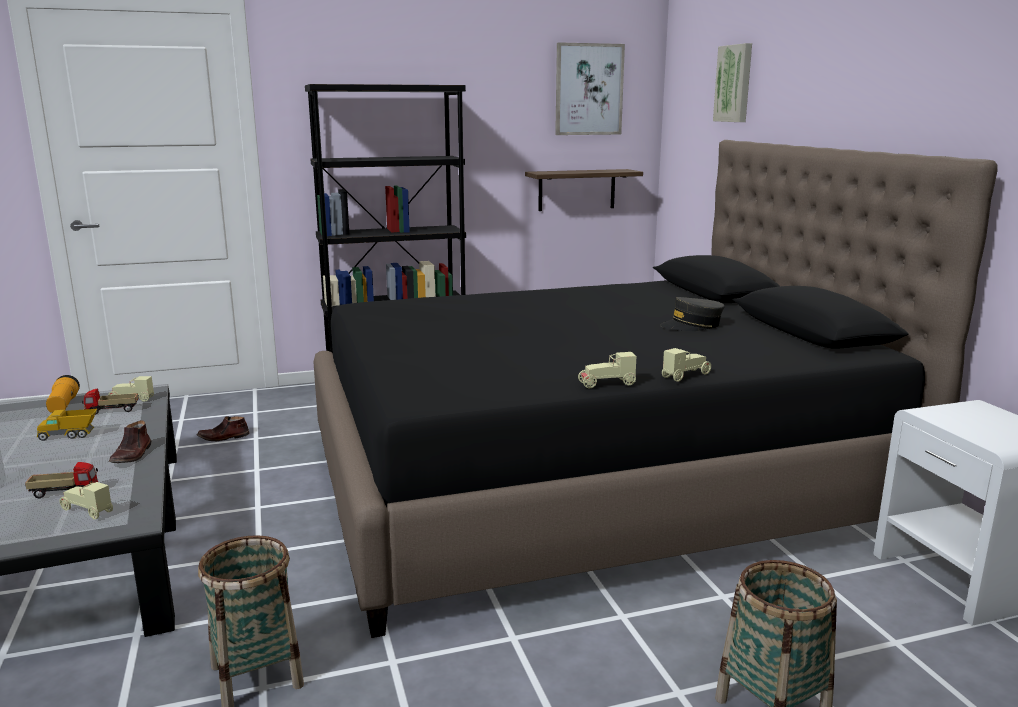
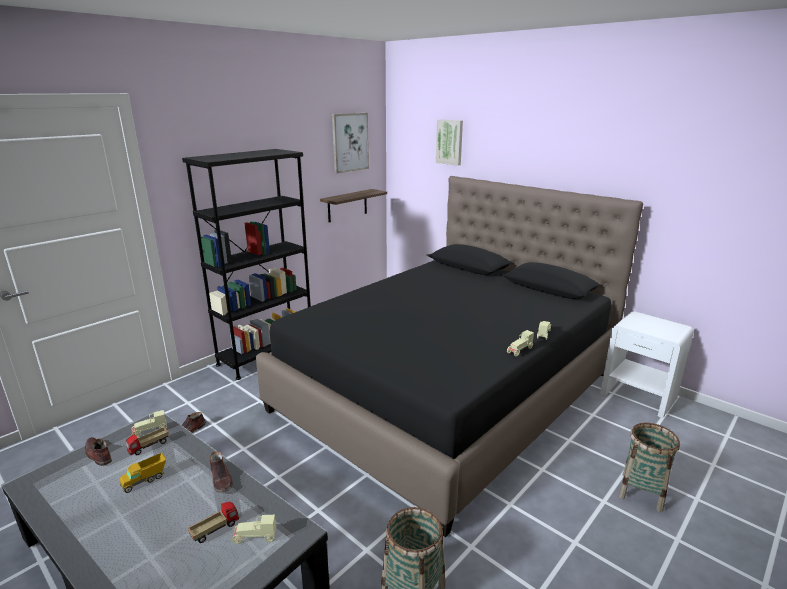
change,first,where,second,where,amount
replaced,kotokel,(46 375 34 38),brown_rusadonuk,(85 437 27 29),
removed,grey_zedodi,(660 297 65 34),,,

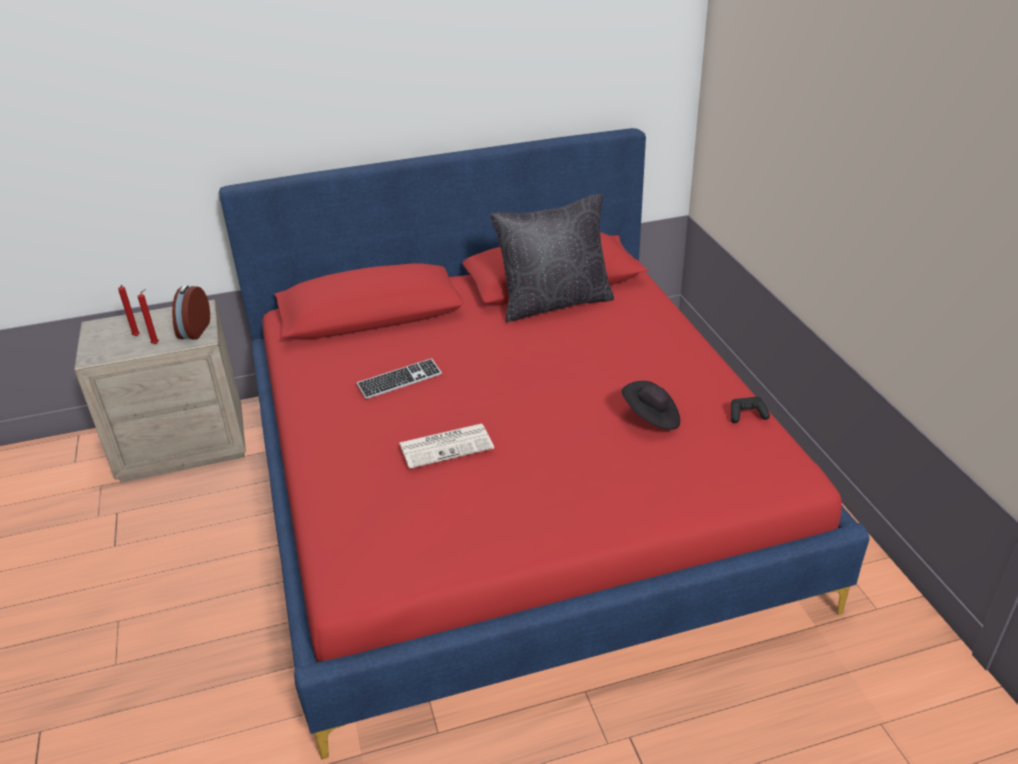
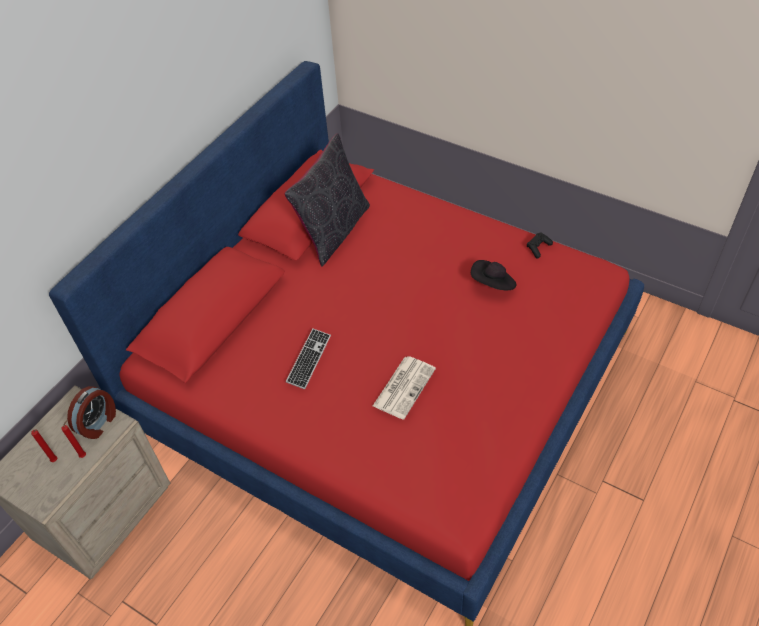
change,first,where,second,where,amount
turned,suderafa,(172 285 38 55),,(67 386 49 53),120 degrees counterclockwise

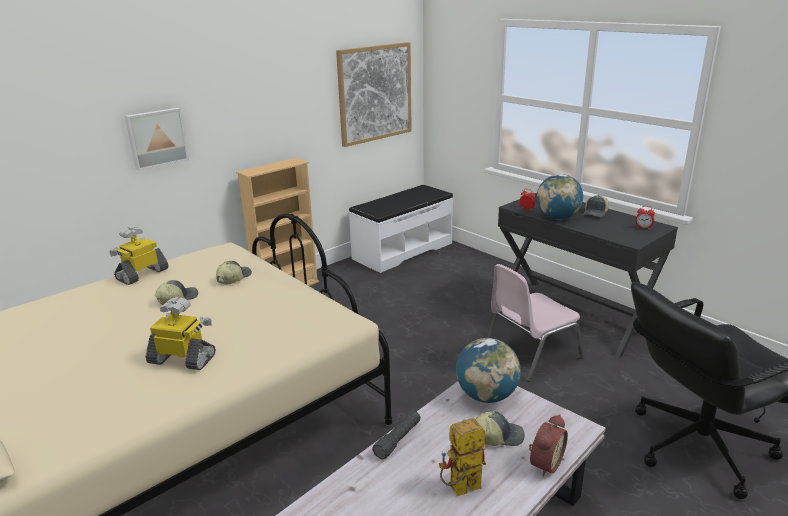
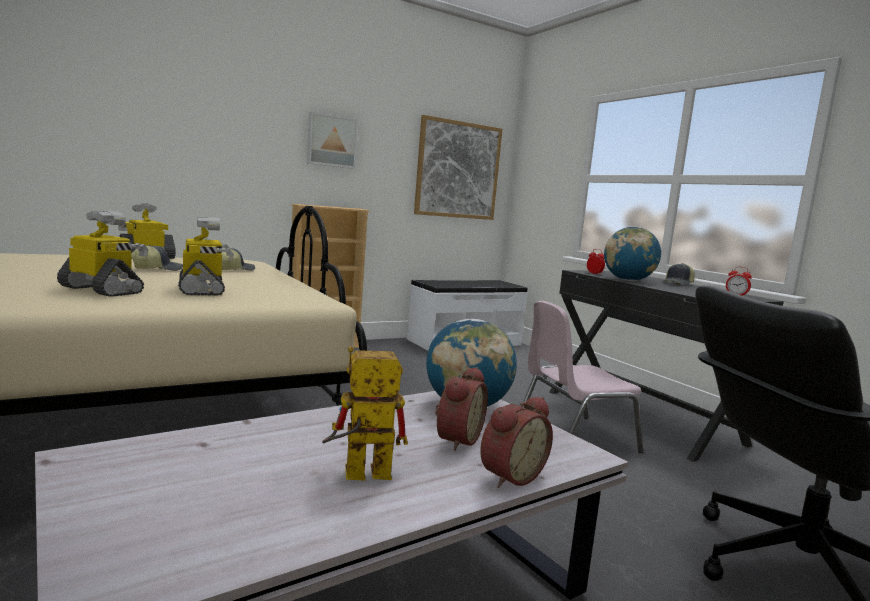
change,first,where,second,where,amount
added,,,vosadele,(178 217 56 79),
moved,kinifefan,(125 108 64 63),,(307 112 51 57),
replaced,zedodi,(475 411 50 35),suderafa,(435 367 53 84),
removed,black_kotokel,(372 411 49 49),,,

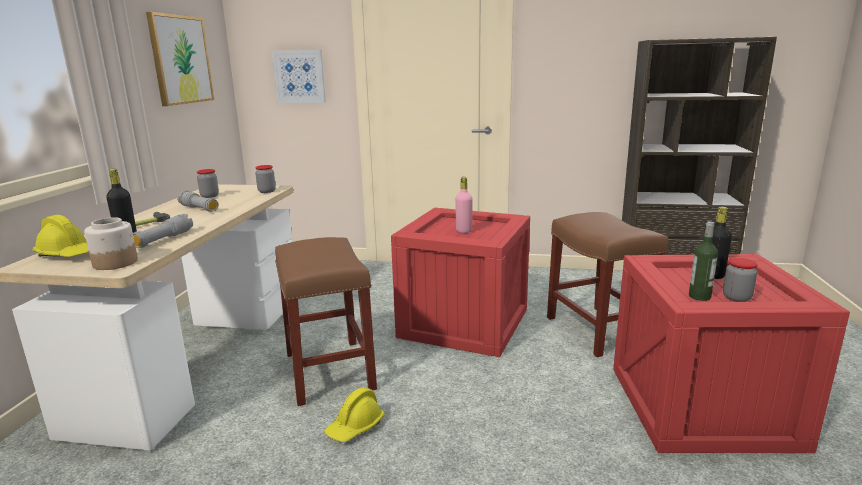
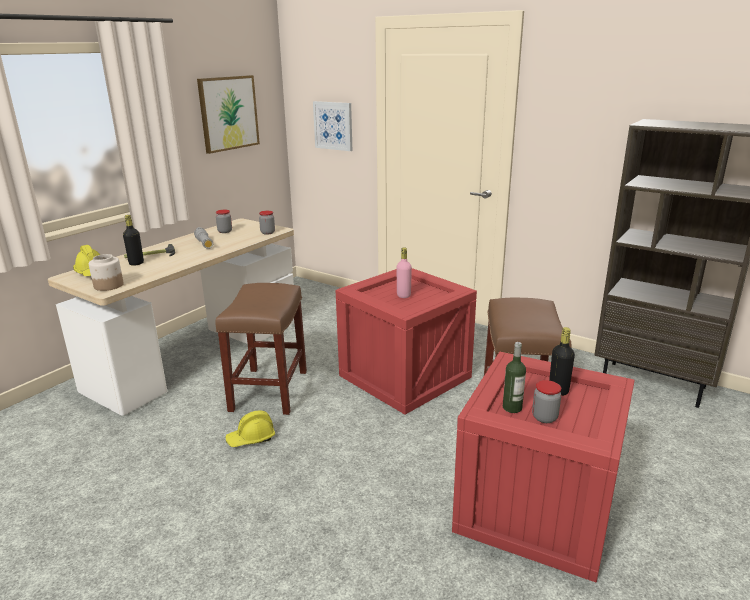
change,first,where,second,where,amount
removed,grey_kotokel,(133 214 60 34),,,

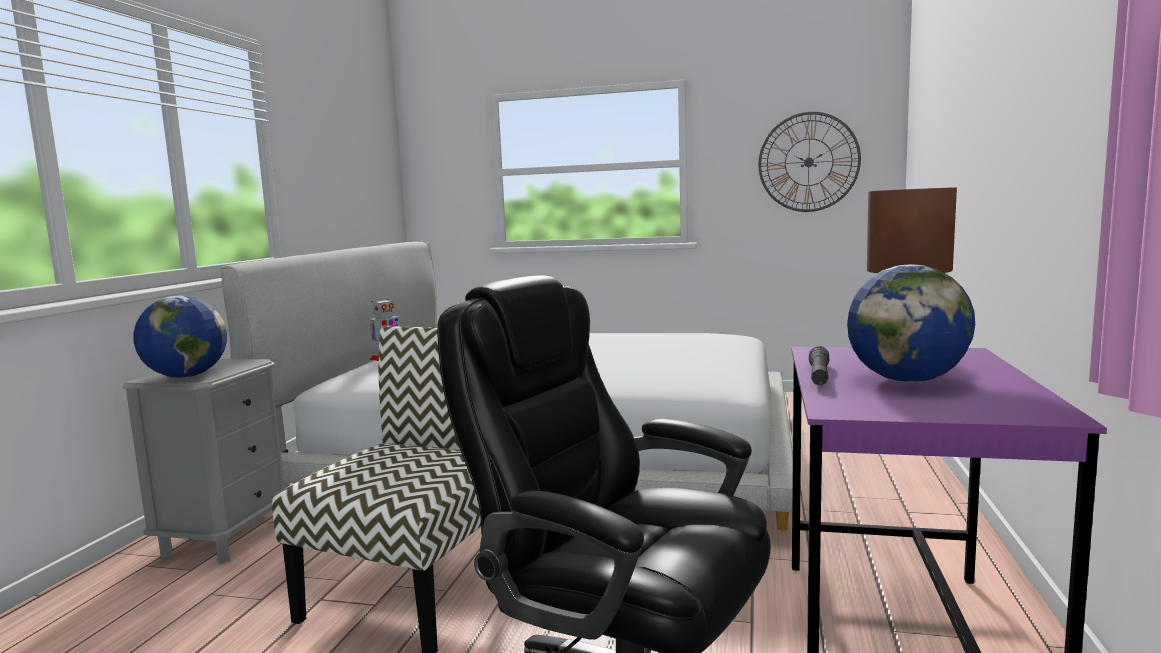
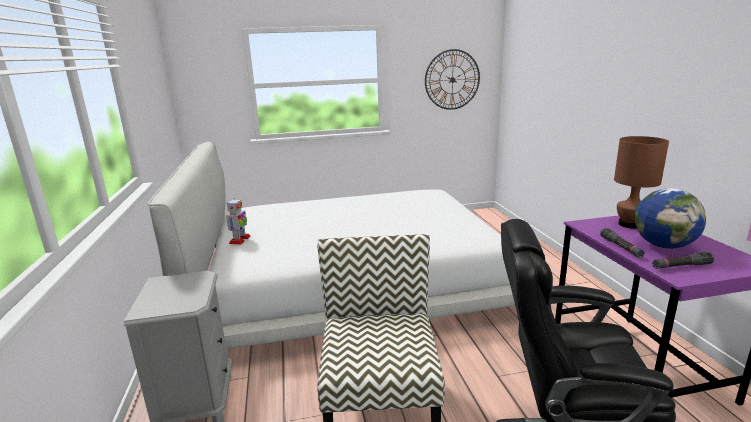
change,first,where,second,where,amount
added,,,black_kotokel,(652 252 62 17),
removed,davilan,(133 296 94 82),,,

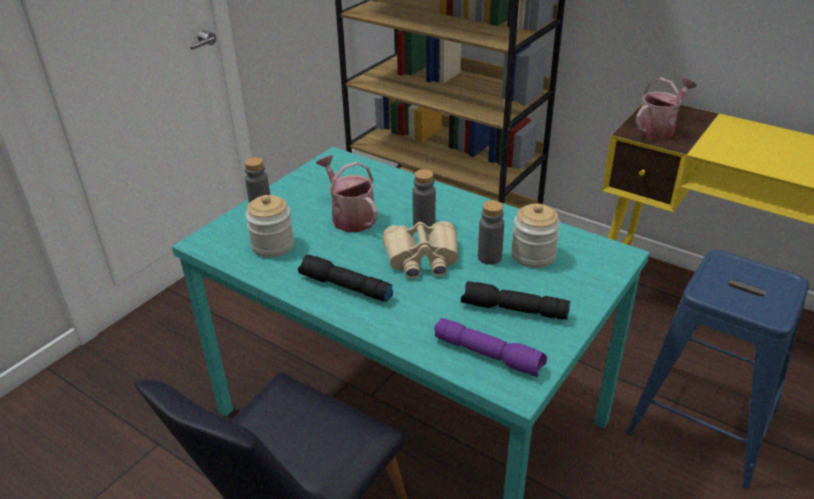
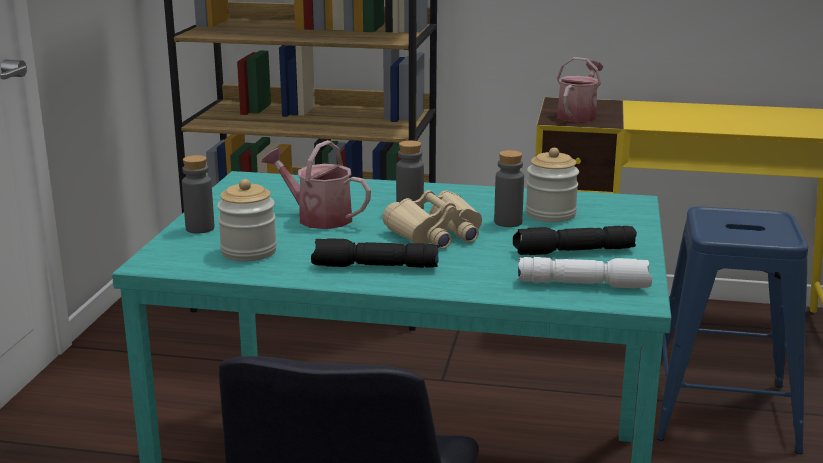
change,first,where,second,where,amount
recoloured,purple_kotokel,(434 318 113 59),white_kotokel,(518 257 134 31),

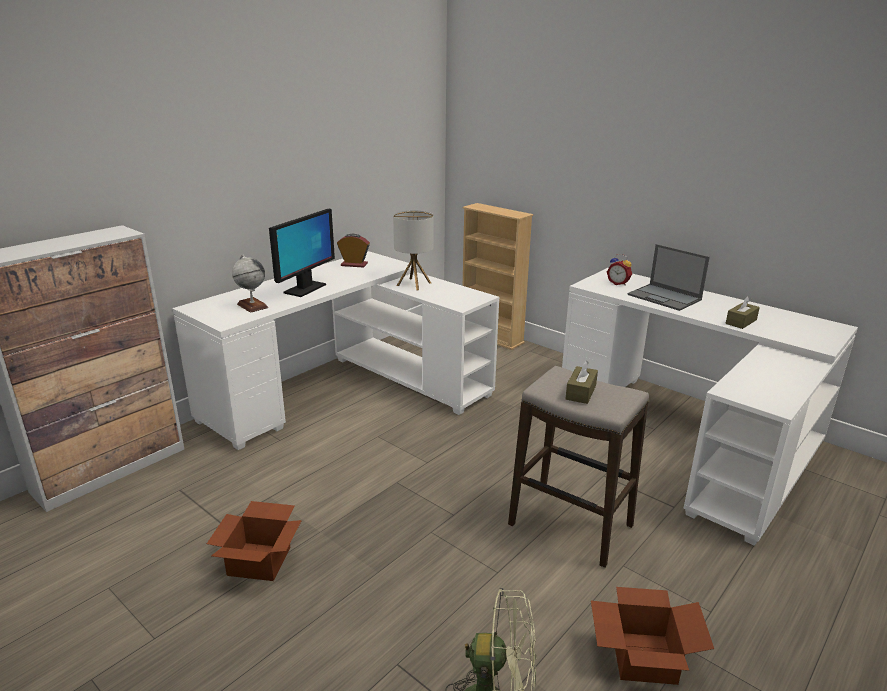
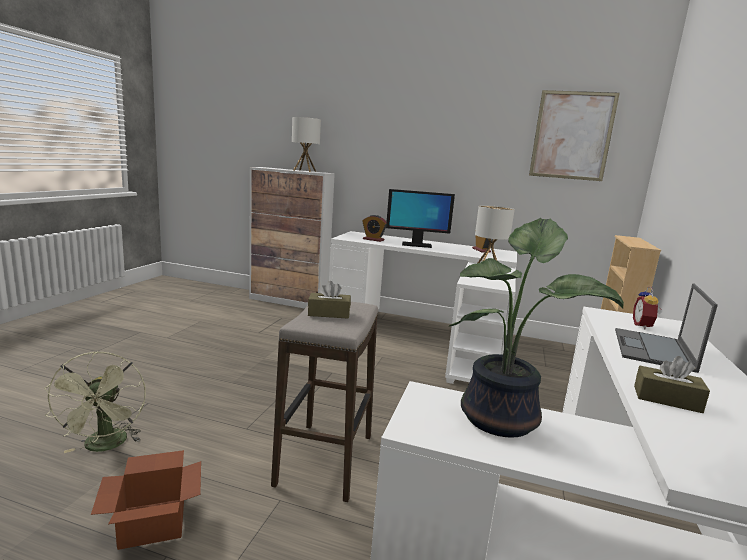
change,first,where,second,where,amount
added,,,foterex,(292 117 29 55),
replaced,davilan,(232 255 37 58),suderafa,(362 215 24 27),
added,,,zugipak,(449 218 175 220),
added,,,kinifefan,(529 90 91 91),
removed,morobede,(207 501 95 80),,,

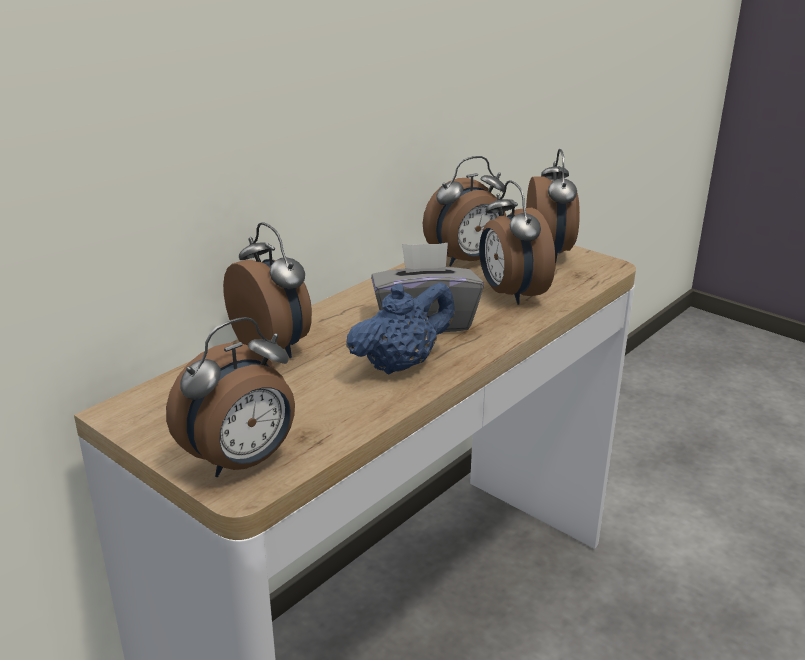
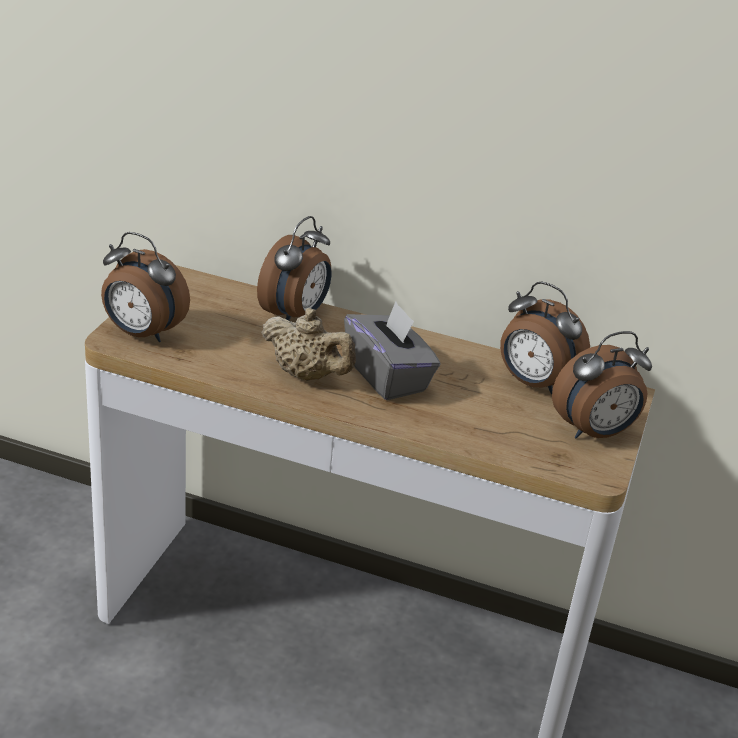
change,first,where,second,where,amount
recoloured,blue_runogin,(346 282 109 92),beige_runogin,(261 308 95 73),
removed,suderafa,(479 180 77 125),,,

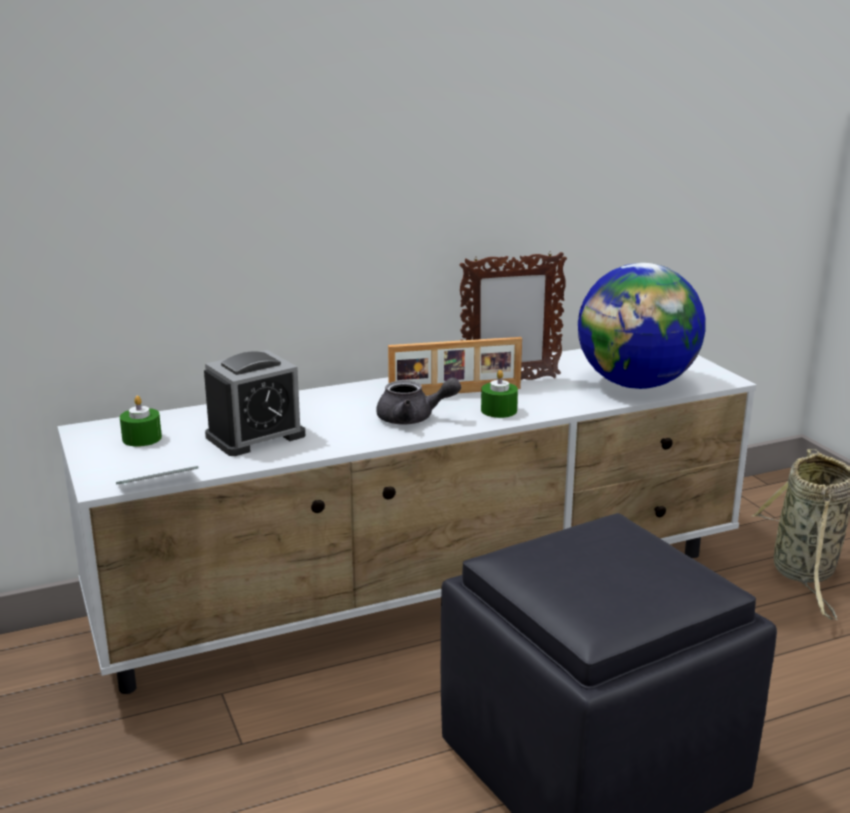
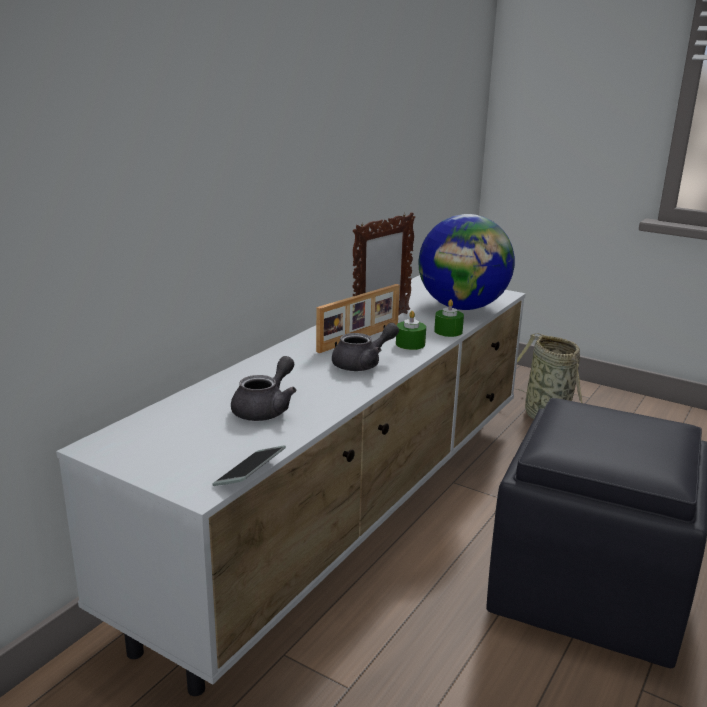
change,first,where,second,where,amount
replaced,suderafa,(204 350 101 106),grey_runogin,(231 356 65 65),
moved,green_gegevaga,(120 396 42 51),,(434 299 30 38),

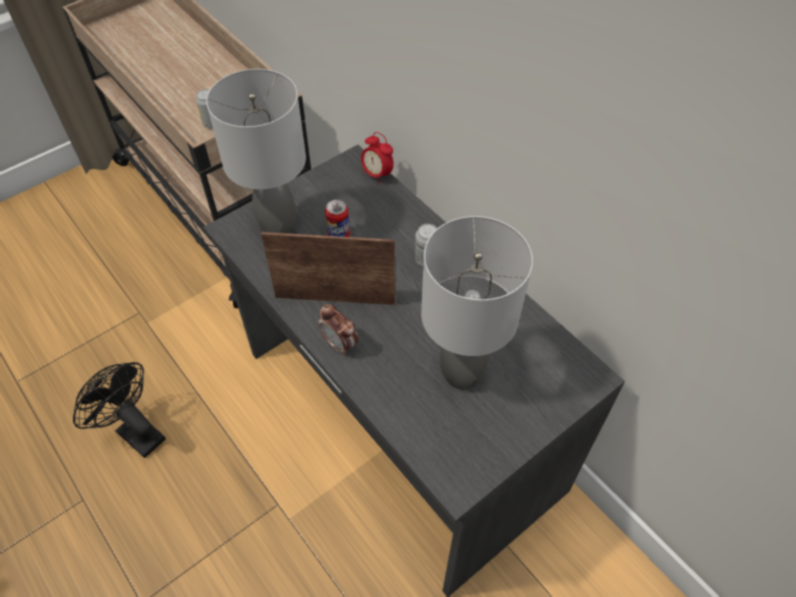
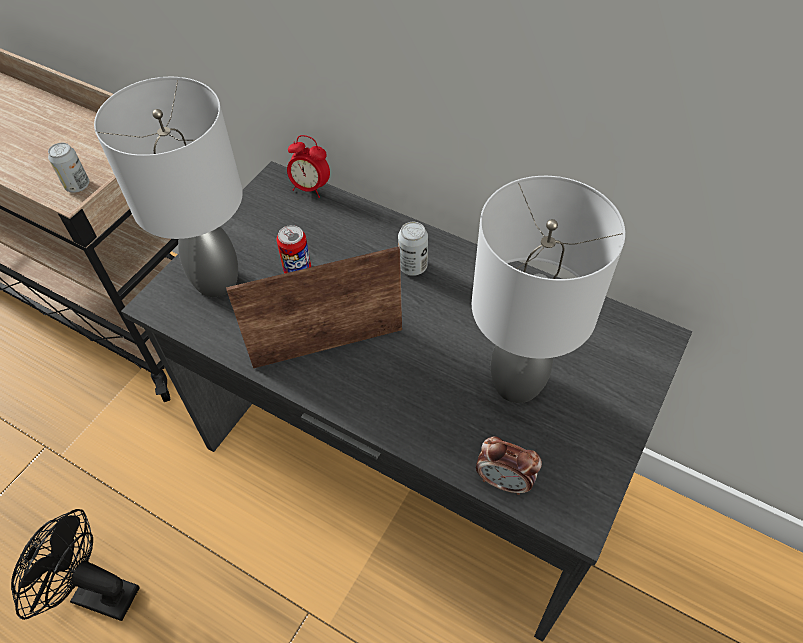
change,first,where,second,where,amount
moved,suderafa,(318 304 41 51),,(476 436 66 59),

